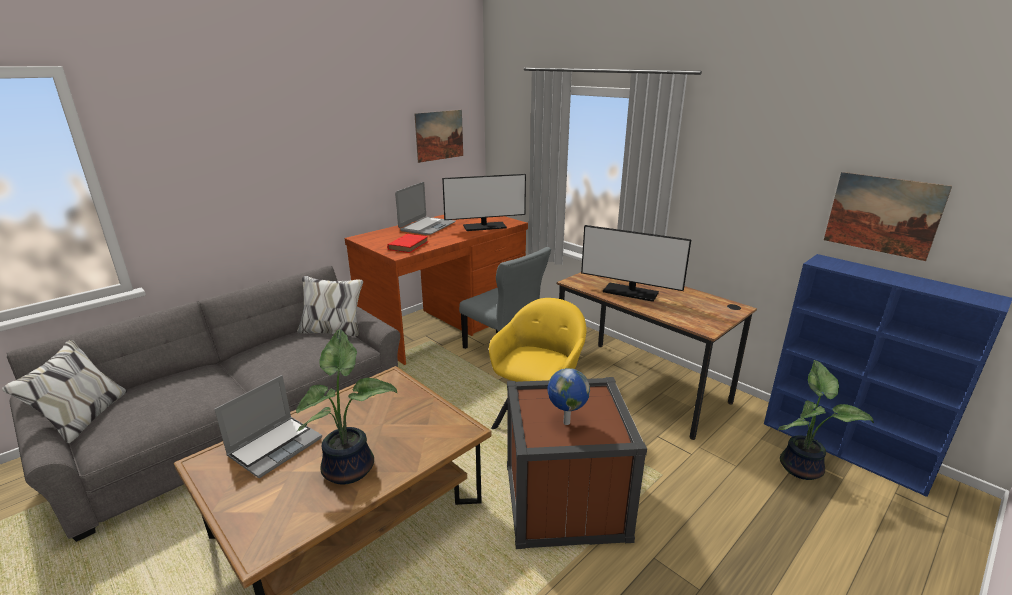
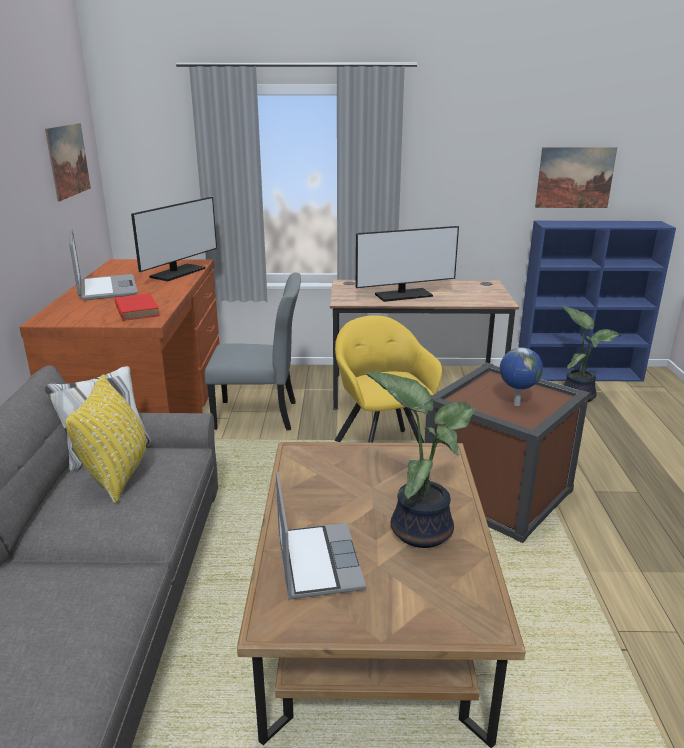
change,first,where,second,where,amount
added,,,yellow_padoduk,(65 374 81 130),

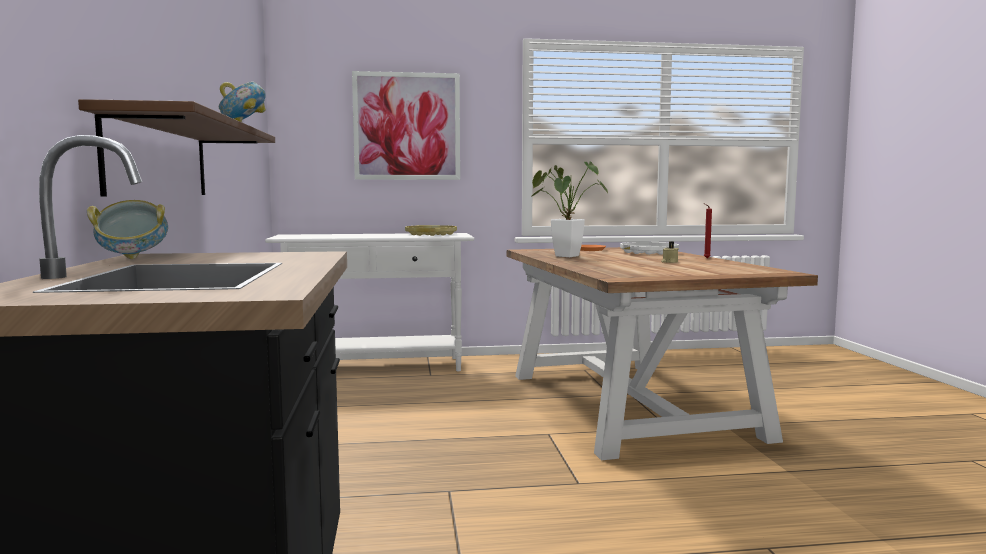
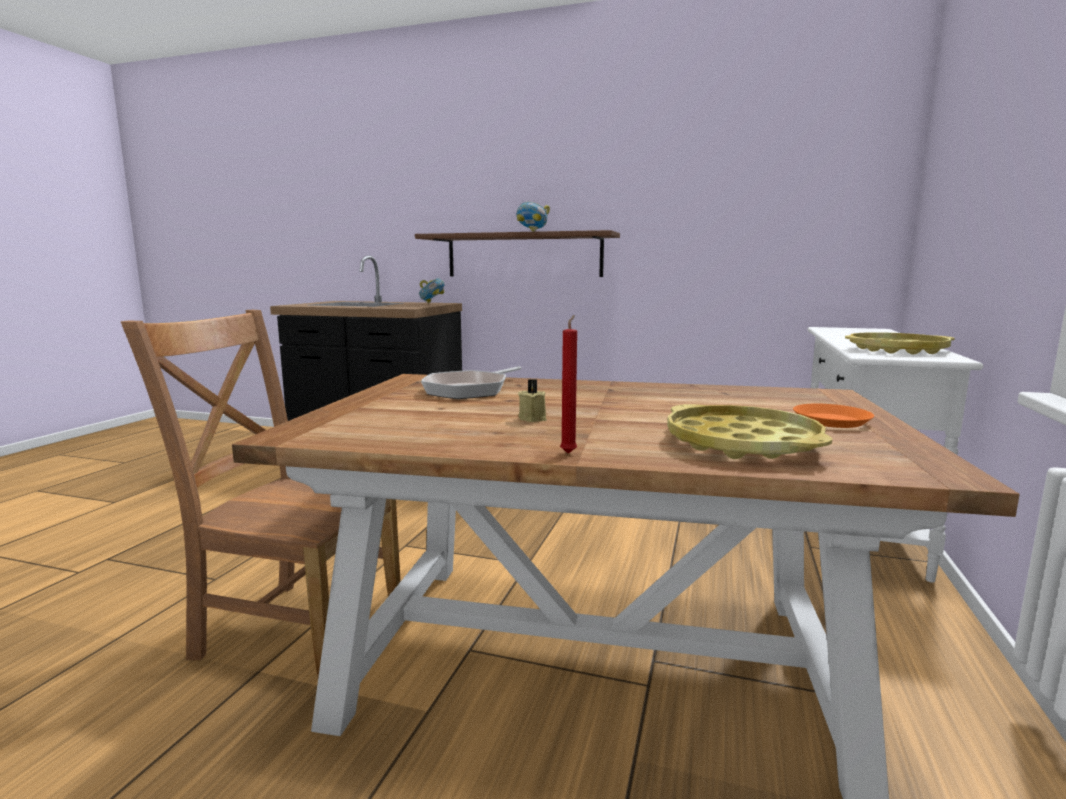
change,first,where,second,where,amount
added,,,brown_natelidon,(121 310 280 368),
added,,,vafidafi,(421 366 100 33),
recoloured,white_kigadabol,(620 242 59 13),yellow_kigadabol,(667 404 165 55),
removed,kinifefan,(352 71 108 109),,,
removed,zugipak,(530 161 78 96),,,

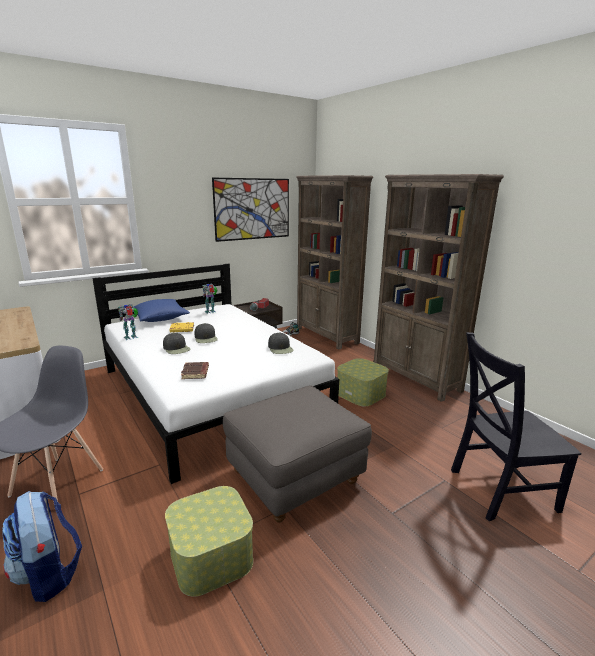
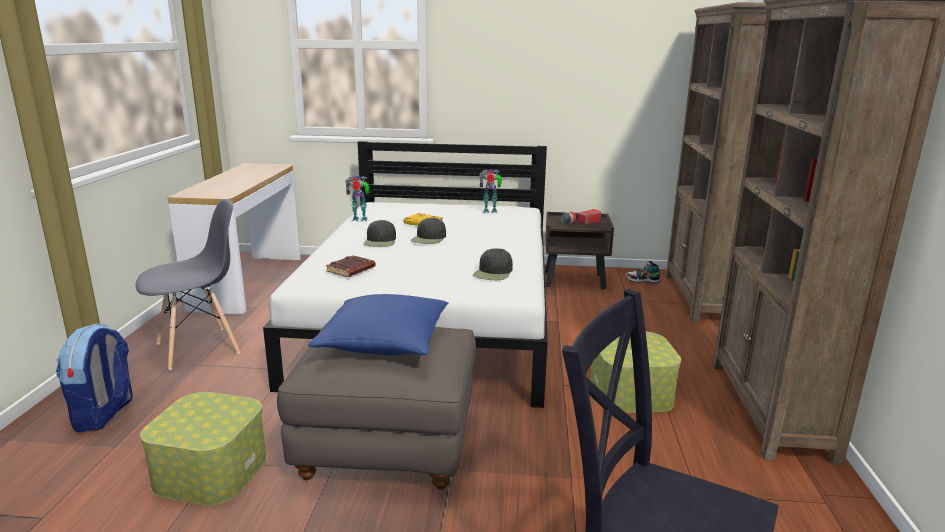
change,first,where,second,where,amount
moved,blue_padoduk,(133 299 57 23),,(308 294 140 61),
removed,kinifefan,(212 178 77 64),,,

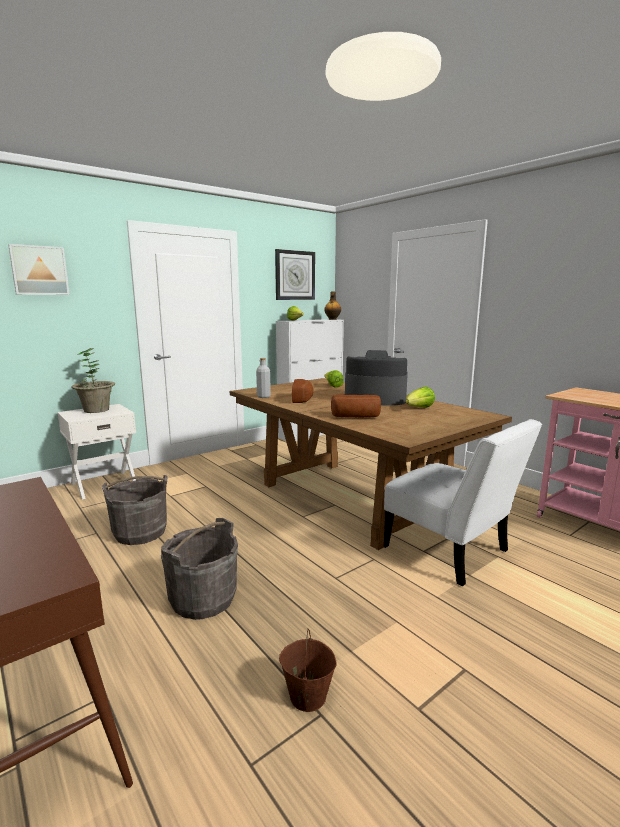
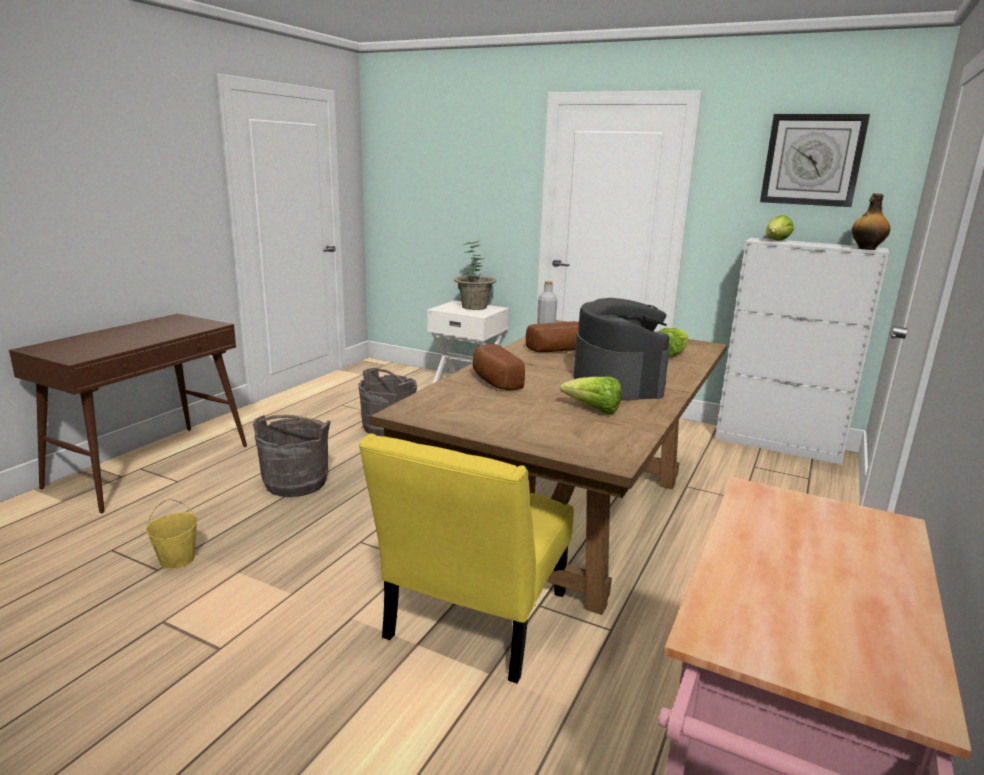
change,first,where,second,where,amount
recoloured,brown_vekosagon,(279 629 58 83),yellow_vekosagon,(146 499 52 70),
recoloured,white_natelidon,(384 419 158 167),yellow_natelidon,(359 433 215 251),
removed,kinifefan,(8 244 62 51),,,

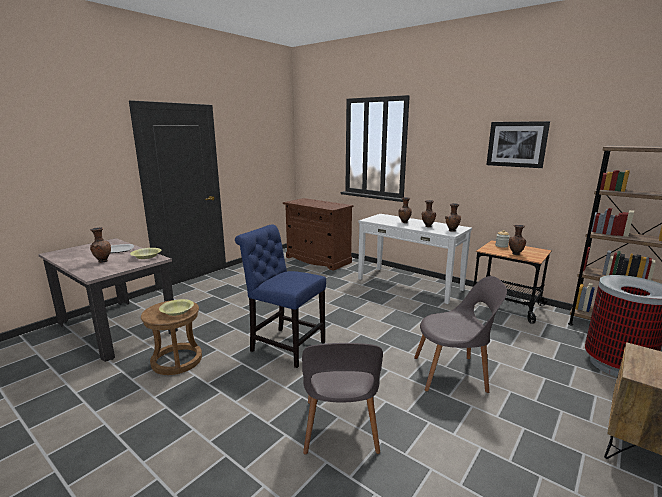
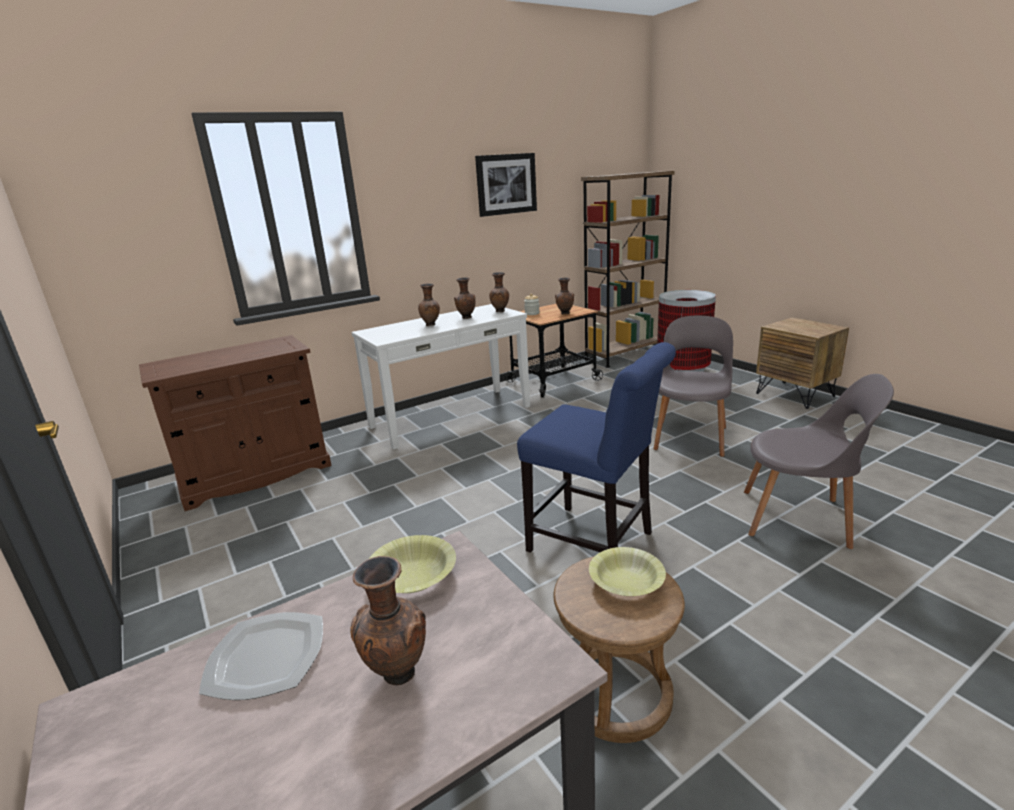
change,first,where,second,where,amount
turned,blue_natelidon,(235 225 91 143),,(517 342 159 211),105 degrees counterclockwise

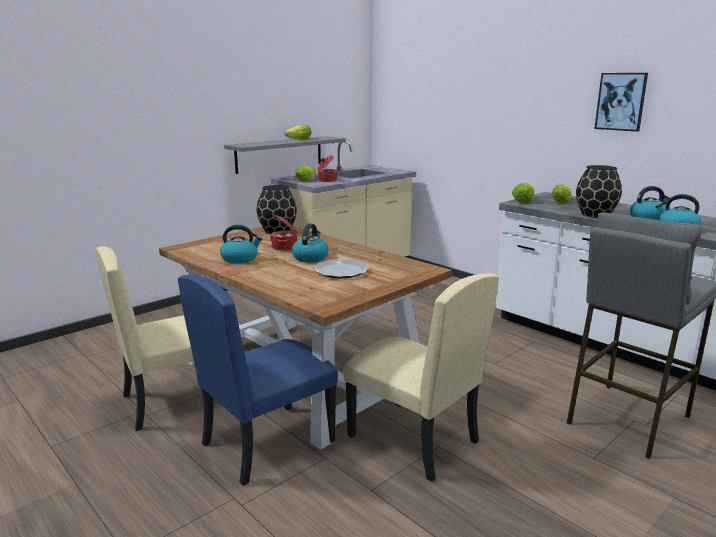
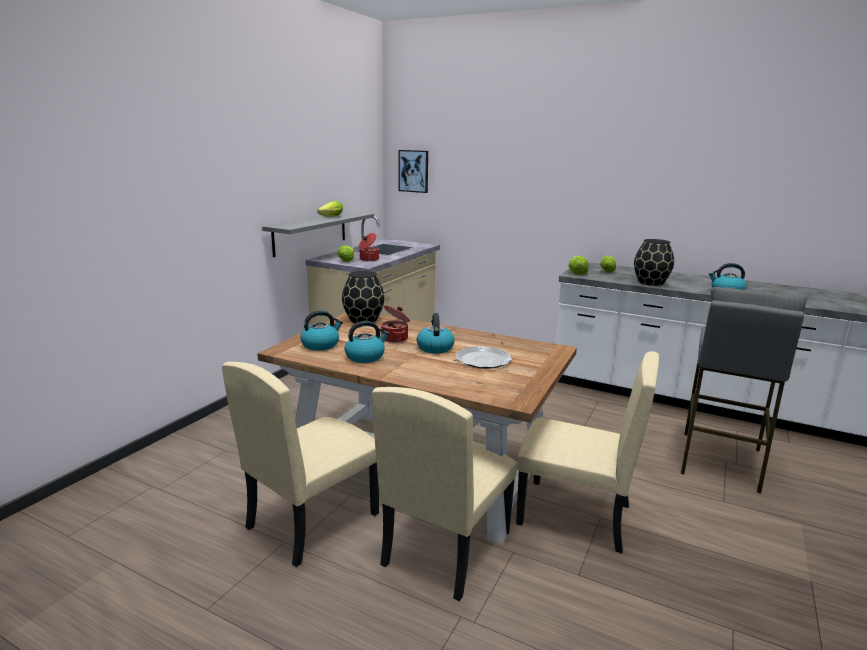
change,first,where,second,where,amount
moved,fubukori,(630 186 40 34),,(300 310 43 41),
recoloured,blue_natelidon,(178 275 160 211),beige_natelidon,(372 387 146 214),
moved,kinifefan,(595 73 53 59),,(398 150 30 43),

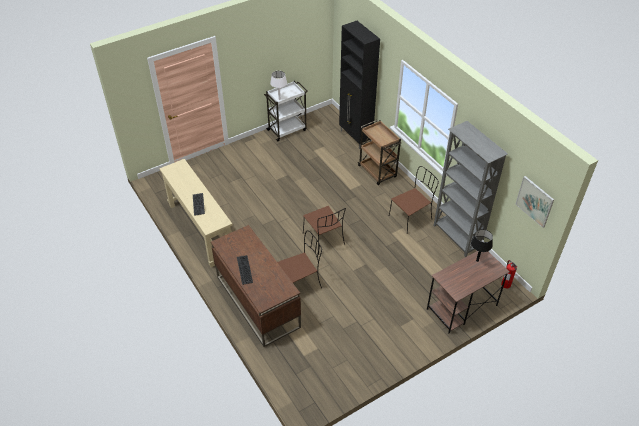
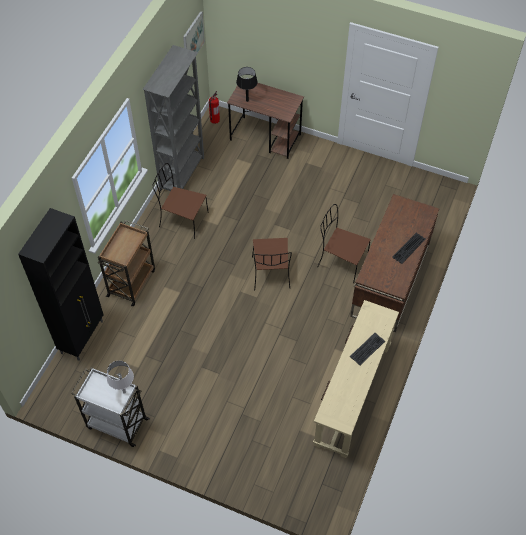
change,first,where,second,where,amount
turned,brown_natelidon,(303 206 43 49),,(252 238 40 53),150 degrees clockwise

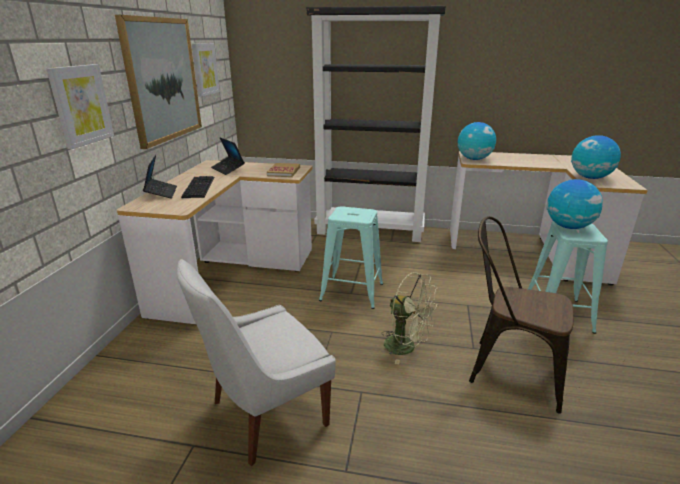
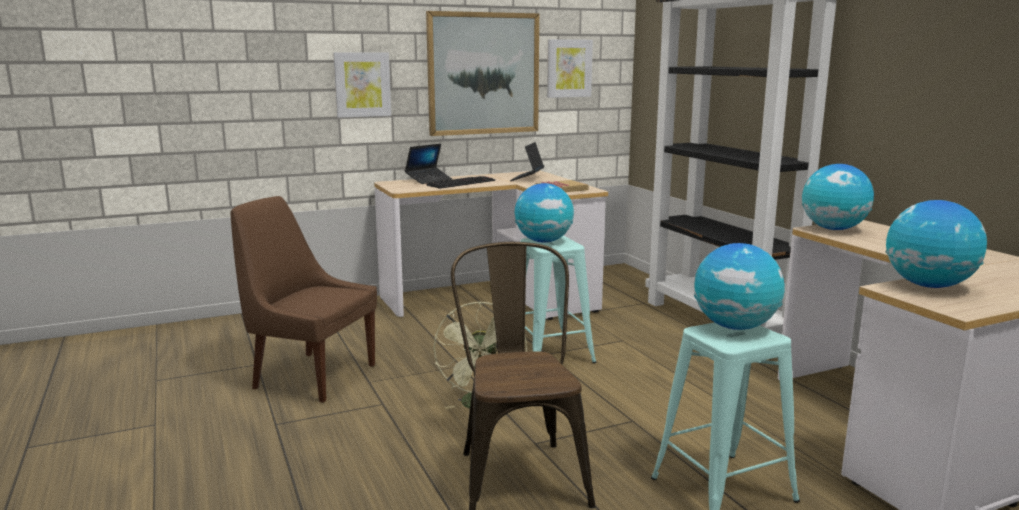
change,first,where,second,where,amount
recoloured,white_natelidon,(177 259 159 207),brown_natelidon,(230 196 147 206),
added,,,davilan,(515 183 59 60),

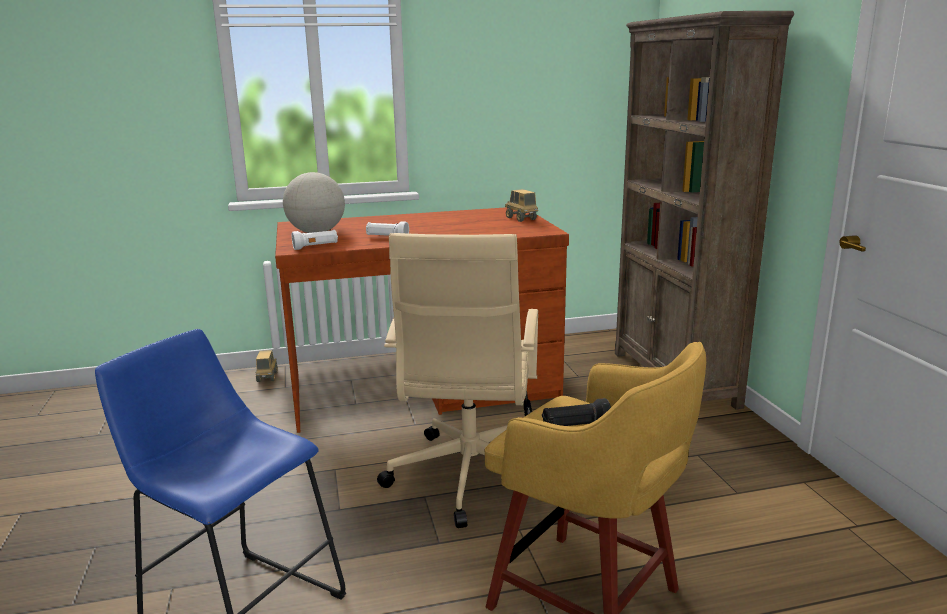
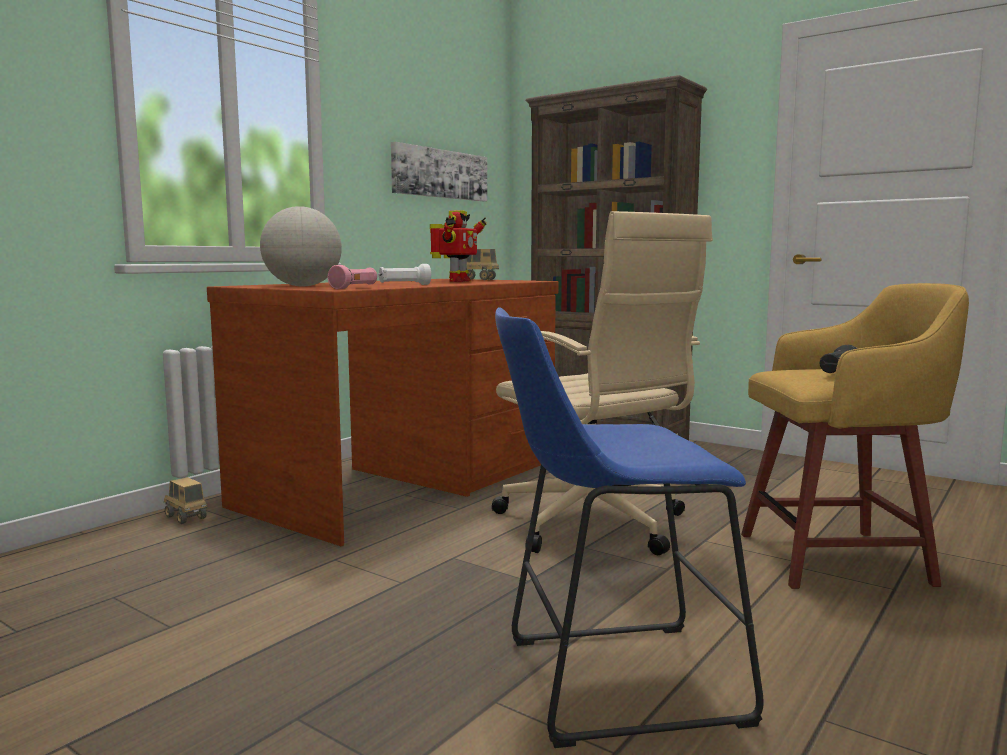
change,first,where,second,where,amount
recoloured,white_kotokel,(292 230 46 20),pink_kotokel,(328 265 49 24),
added,,,kinifefan,(391 142 96 59),
added,,,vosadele,(430 210 57 72),

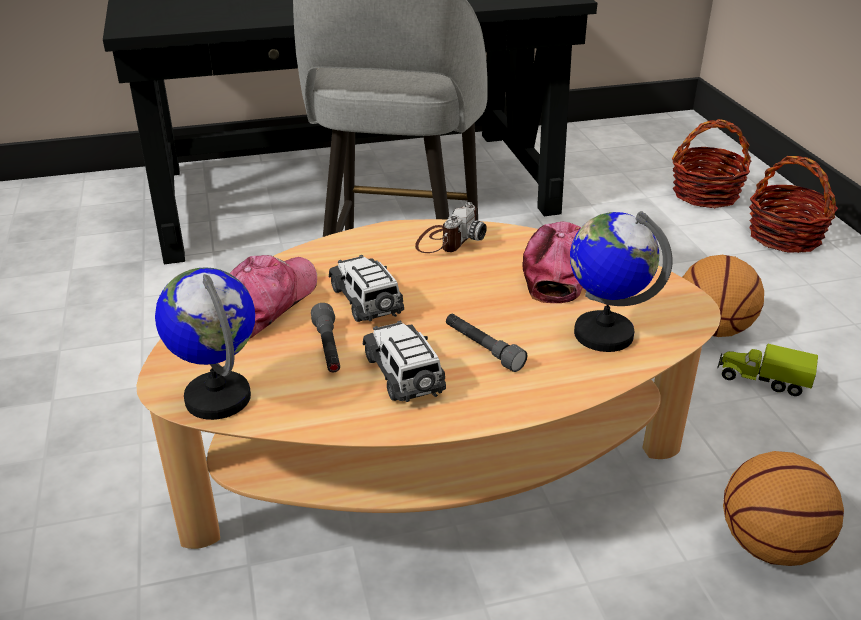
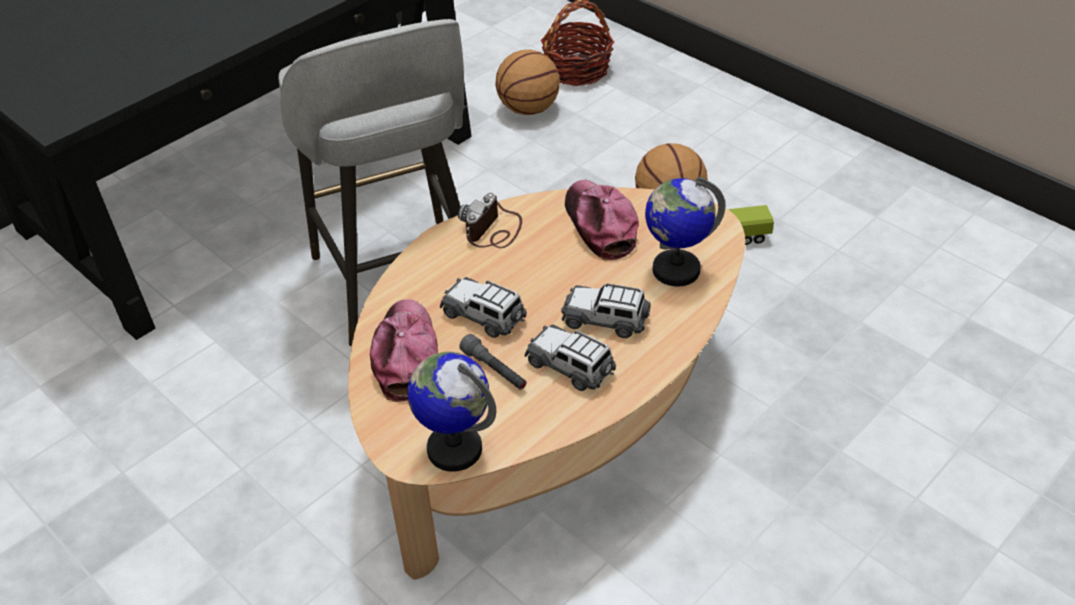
change,first,where,second,where,amount
turned,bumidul,(415 202 72 51),,(458 193 64 55),150 degrees counterclockwise
moved,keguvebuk,(723 451 121 115),,(495 49 65 66),
replaced,grey_kotokel,(446 314 81 58),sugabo,(561 283 89 55),
removed,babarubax,(749 156 89 97),,,

